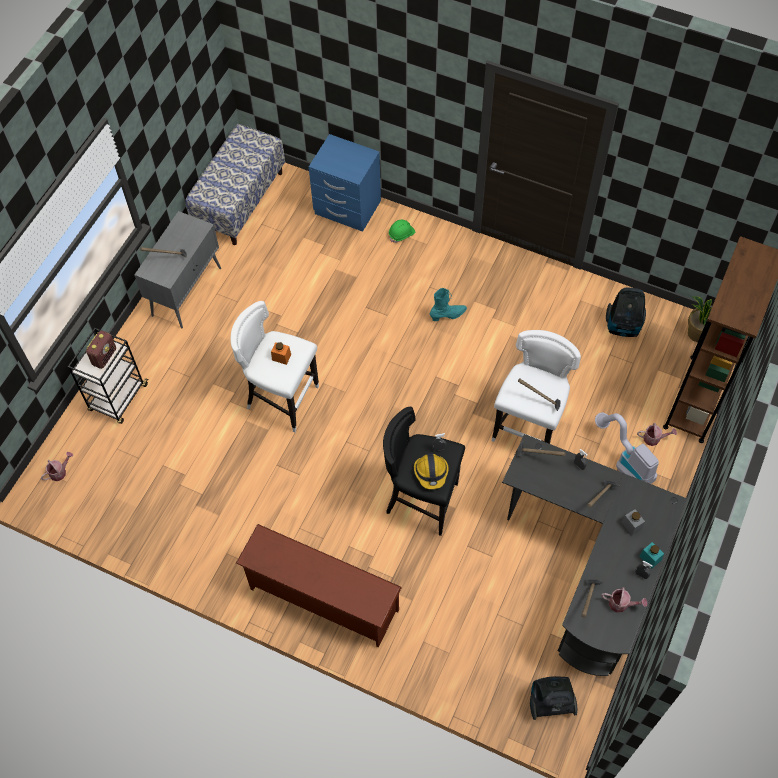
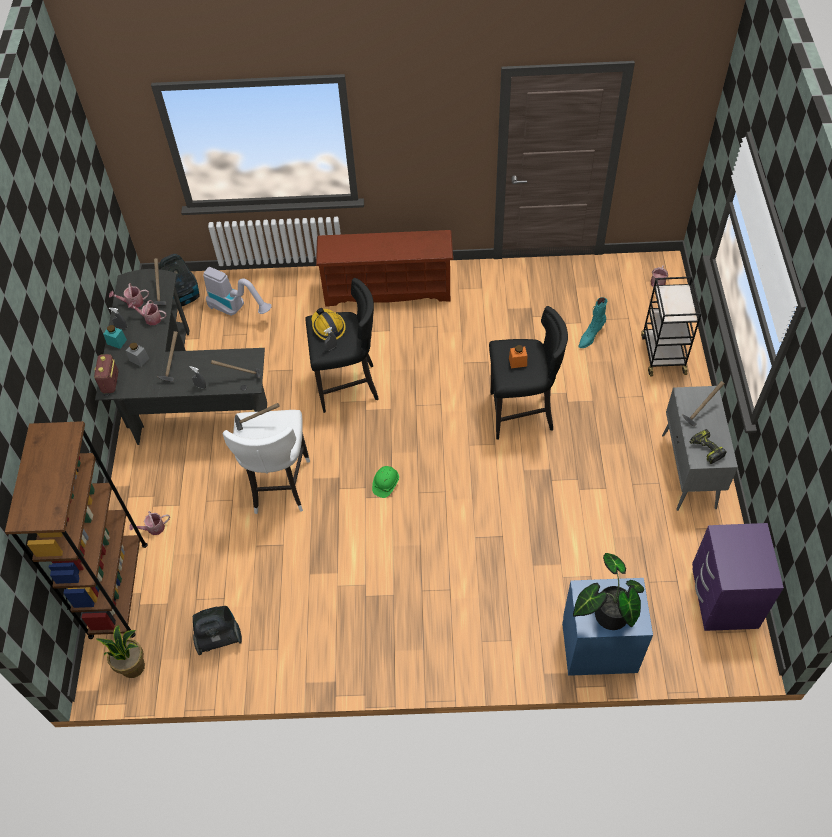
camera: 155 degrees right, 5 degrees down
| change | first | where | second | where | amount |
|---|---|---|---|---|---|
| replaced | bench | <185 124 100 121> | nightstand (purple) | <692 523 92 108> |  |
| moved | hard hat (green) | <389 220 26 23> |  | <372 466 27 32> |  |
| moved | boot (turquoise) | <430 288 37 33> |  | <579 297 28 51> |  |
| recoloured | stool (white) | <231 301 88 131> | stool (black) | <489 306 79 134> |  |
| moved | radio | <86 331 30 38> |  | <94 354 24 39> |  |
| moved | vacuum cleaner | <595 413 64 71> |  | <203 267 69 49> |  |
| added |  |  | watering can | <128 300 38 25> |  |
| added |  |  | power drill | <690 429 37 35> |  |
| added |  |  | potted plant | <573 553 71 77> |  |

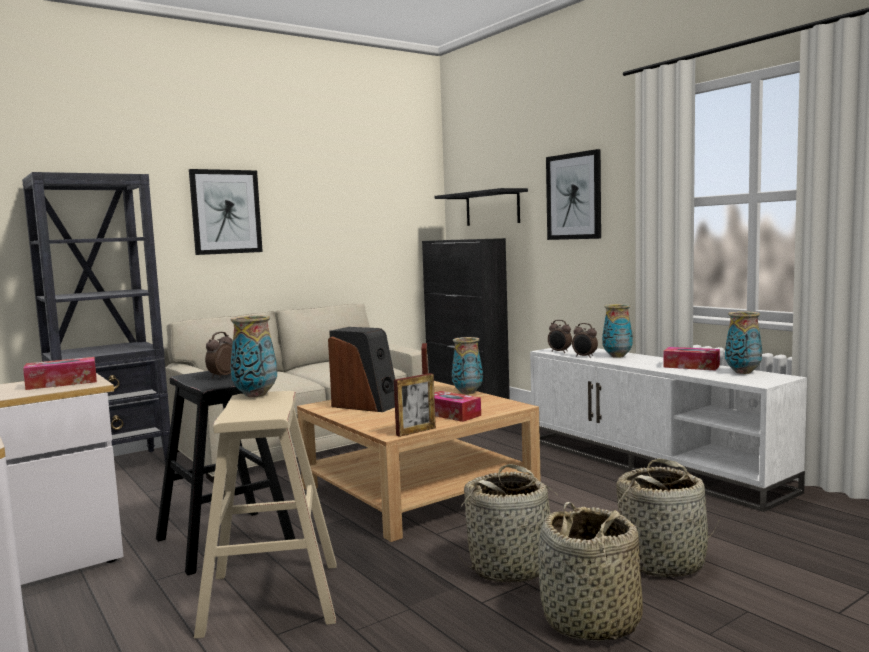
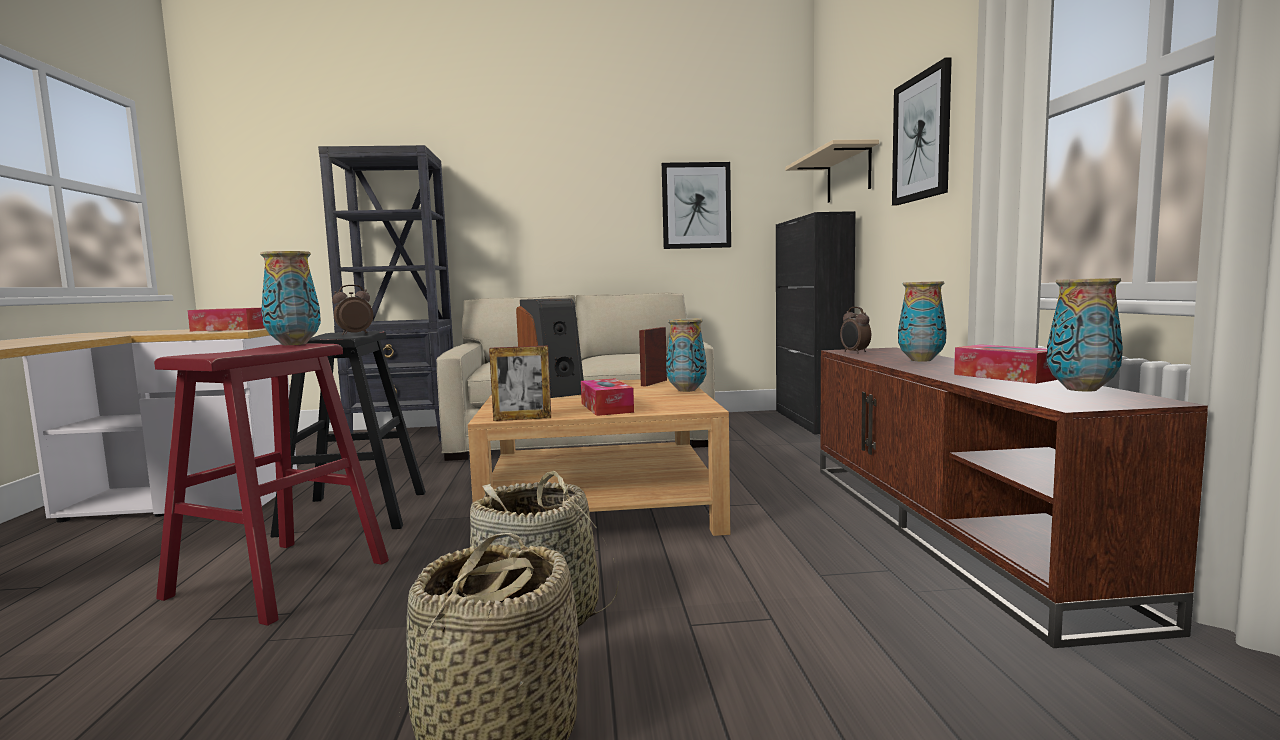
camera: 30 degrees right, 0 degrees up
| change | first | where | second | where | amount |
|---|---|---|---|---|---|
| moved | picture | <189 169 74 86> |  | <662 162 69 87> |  |
| recoloured | shelf (black) | <434 188 94 38> | shelf (beige) | <785 139 94 64> |  |
| removed | alarm clock | <572 323 26 35> |  |  |  |
| recoloured | tv stand (white) | <530 345 277 167> | tv stand (brown) | <820 347 388 301> |  |
| recoloured | stool (beige) | <194 391 143 248> | stool (red) | <154 344 235 282> |  |
| removed | basket | <616 459 103 118> |  |  |  |

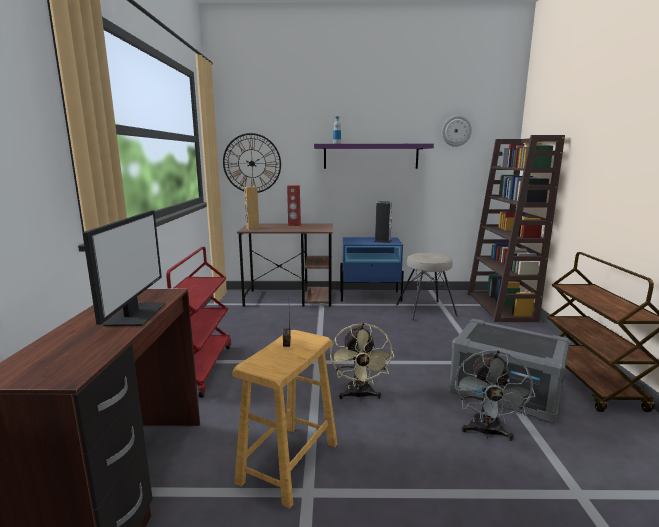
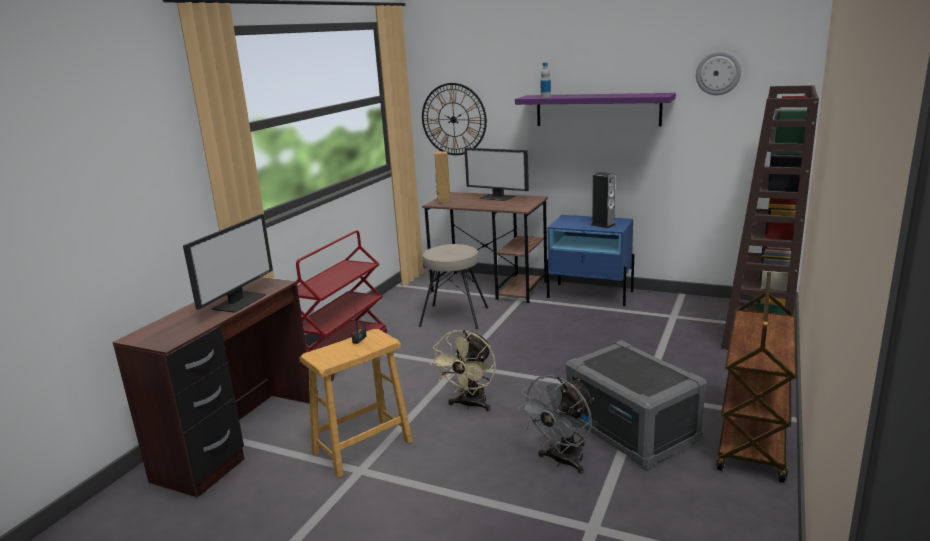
camera: 25 degrees right, 5 degrees up
| change | first | where | second | where | amount |
|---|---|---|---|---|---|
| replaced | speaker (red) | <287 185 14 41> | monitor | <464 148 65 53> |  |
| moved | stool (beige) | <396 253 62 67> |  | <419 244 69 85> |  |

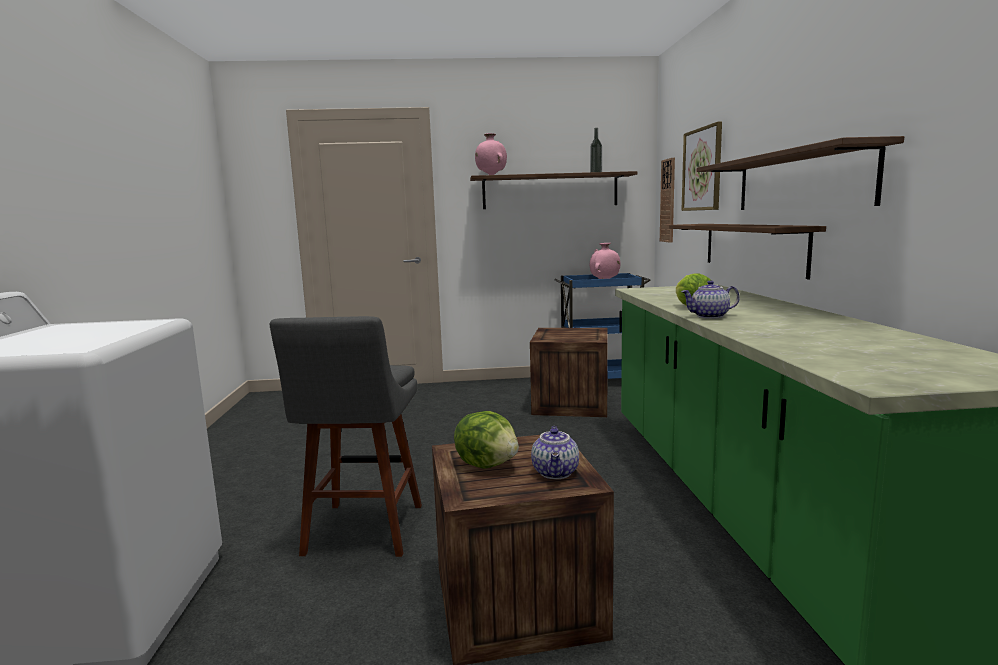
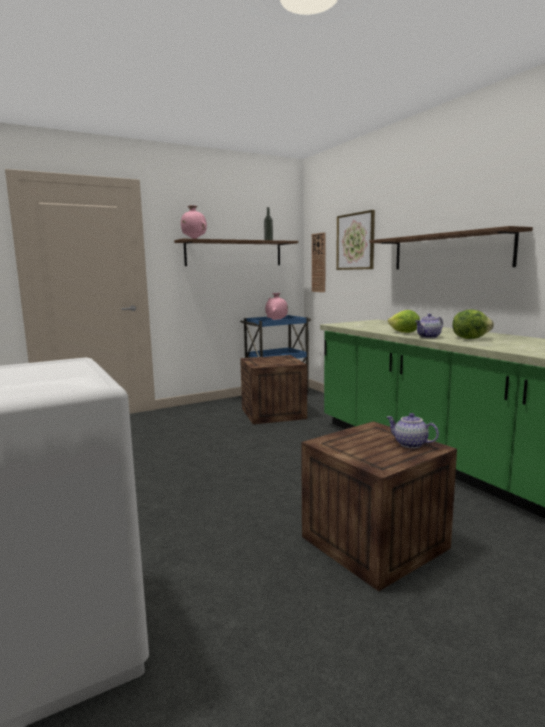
camera: 25 degrees left, 0 degrees up
| change | first | where | second | where | amount |
|---|---|---|---|---|---|
| removed | shelf | <669 224 157 55> |  |  |  |
| removed | stool (grey) | <270 316 152 241> |  |  |  |
| moved | lettuce | <454 411 65 57> |  | <453 309 41 30> |  |
| turned | teapot | <531 426 48 53> |  | <387 413 52 35> | 150 degrees clockwise |

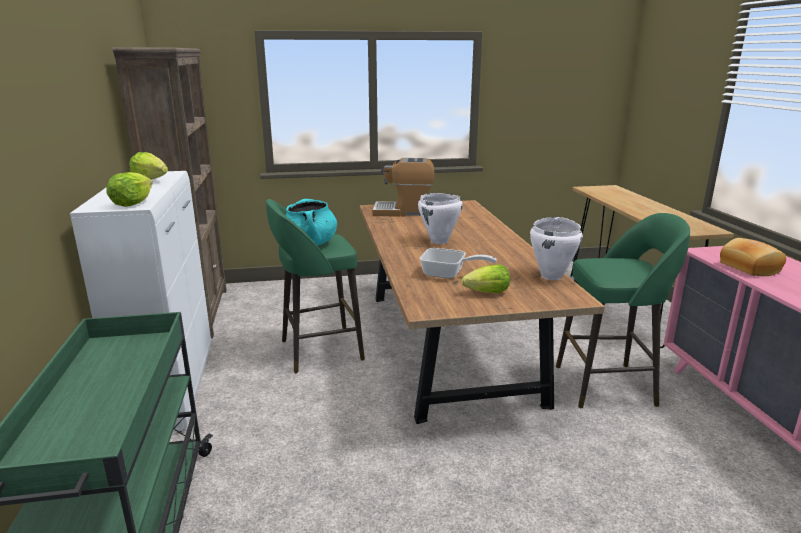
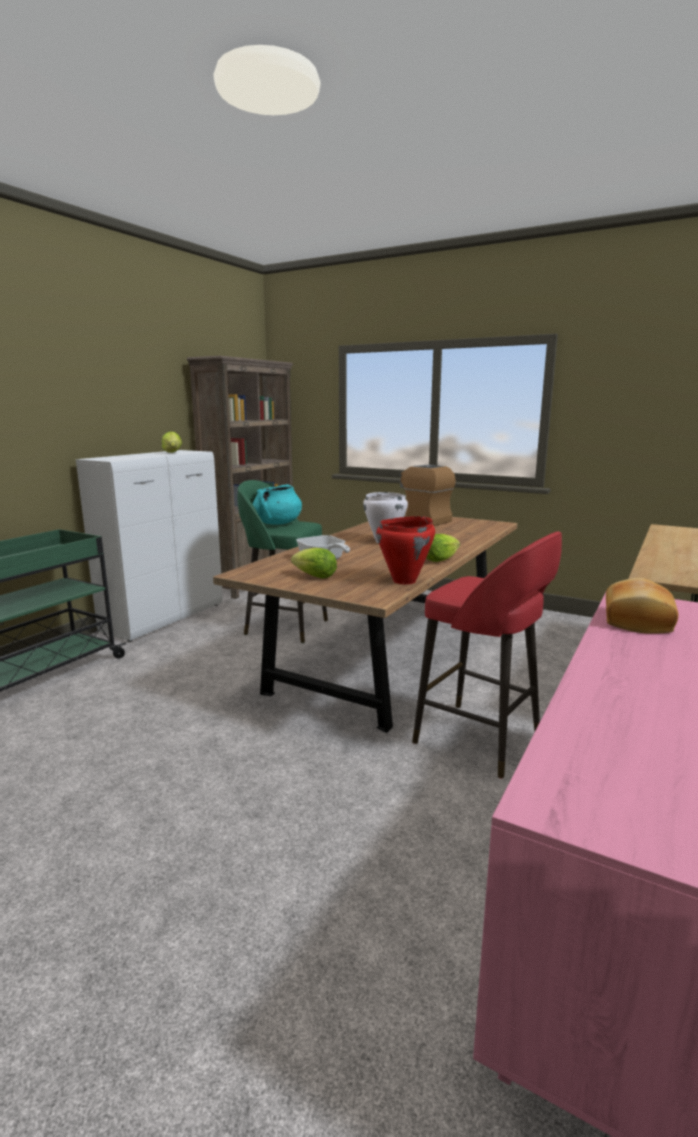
camera: 40 degrees right, 5 degrees down
| change | first | where | second | where | amount |
|---|---|---|---|---|---|
| moved | lettuce | <106 172 47 35> |  | <426 534 34 28> |  |
| recoloured | stool (green) | <556 213 134 195> | stool (red) | <412 531 150 248> |  |
| recoloured | cooking pot (white) | <530 217 53 63> | cooking pot (red) | <376 516 59 68> |  |

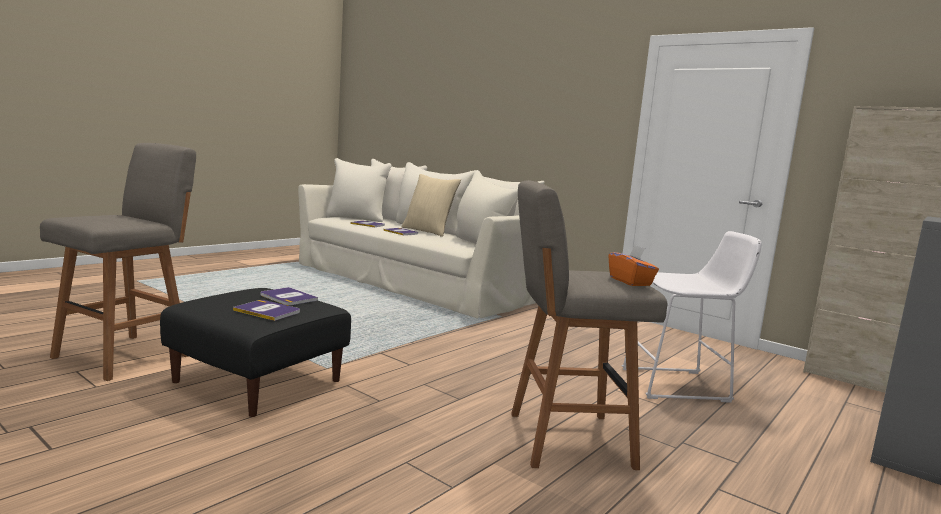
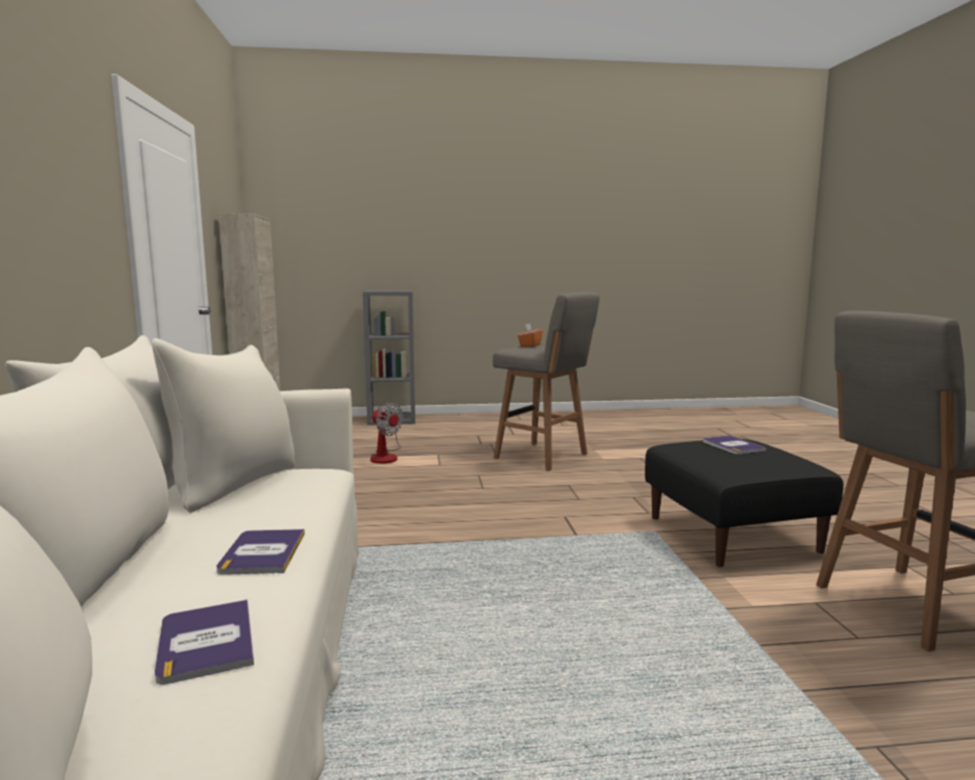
camera: 135 degrees left, 0 degrees up
| change | first | where | second | where | amount |
|---|---|---|---|---|---|
| removed | pillow (beige) | <402 174 59 63> |  |  |  |
| replaced | stool (white) | <622 231 140 172> | fan | <370 403 33 61> |  |
| removed | book | <261 287 57 19> |  |  |  |

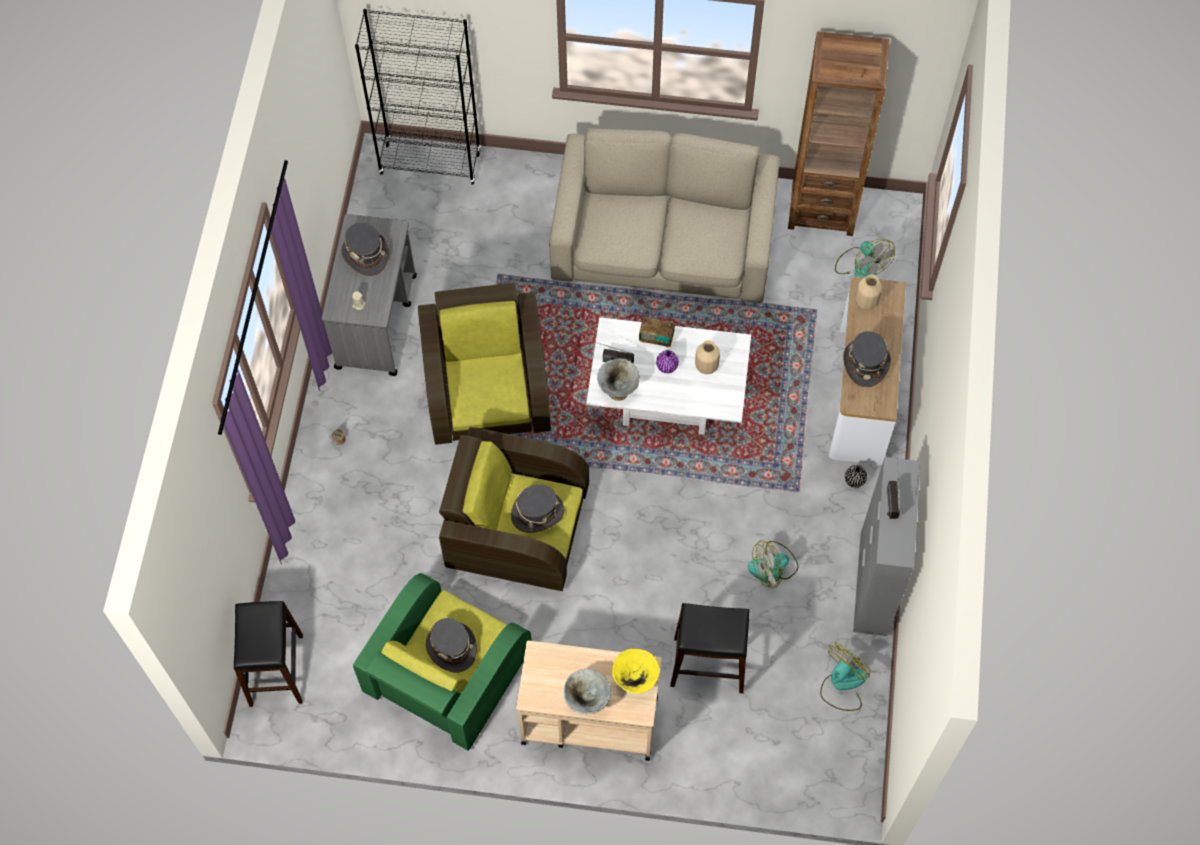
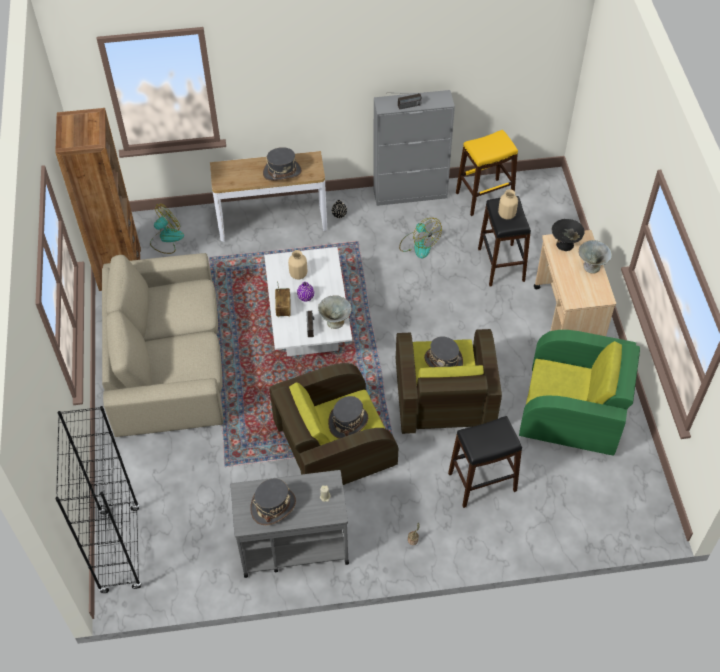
camera: 105 degrees left, 10 degrees down
| change | first | where | second | where | amount |
|---|---|---|---|---|---|
| moved | vase (beige) | <855 274 27 36> |  | <498 189 20 31> |  |
| moved | stool (black) | <234 601 69 106> |  | <448 416 74 92> |  |
| moved | hat (grey) | <426 617 51 55> |  | <328 396 40 43> |  |
| replaced | fan | <820 643 51 68> | stool (yellow) | <456 130 62 86> |  |
| recoloured | bowl (yellow) | <612 649 47 45> | bowl (black) | <551 219 34 32> |  |

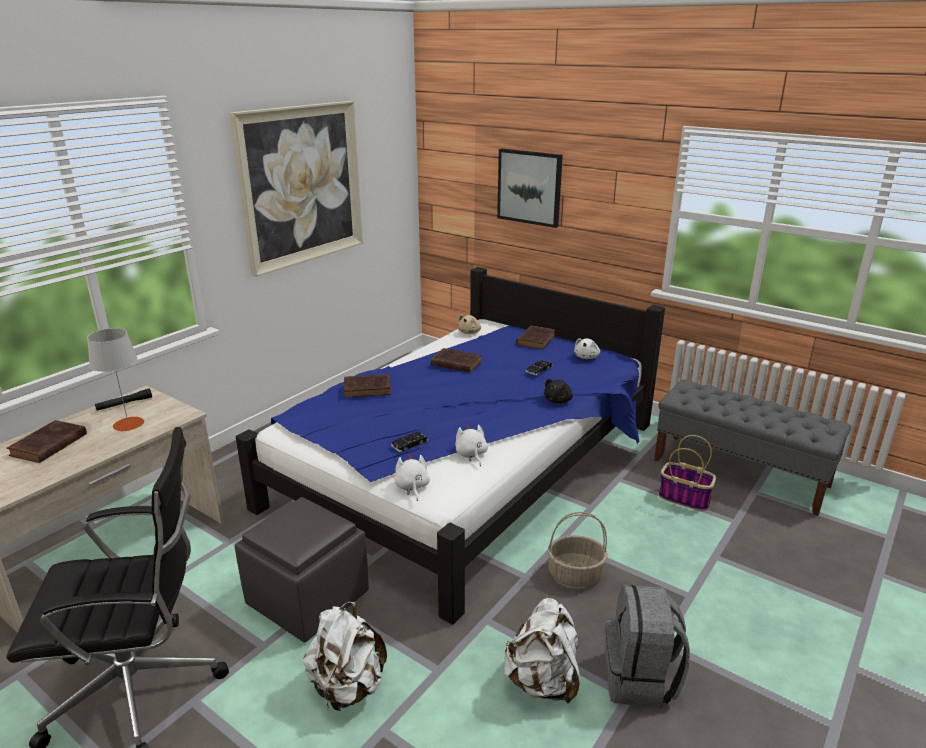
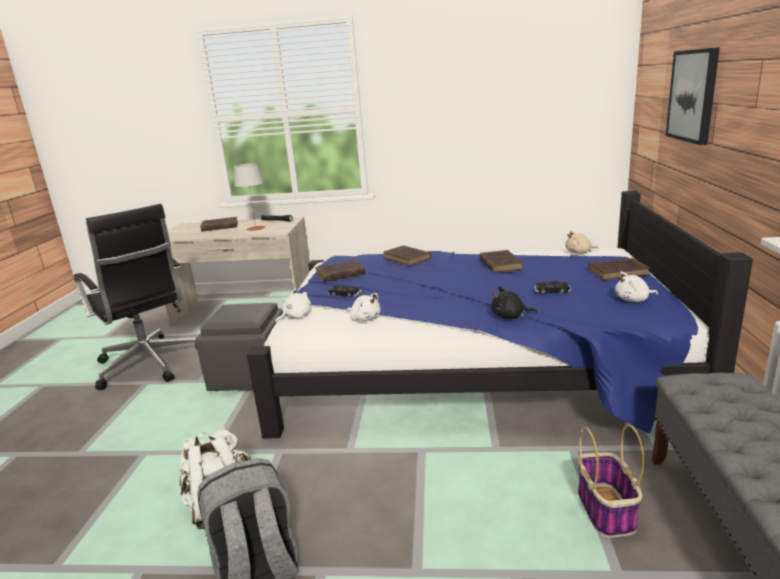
camera: 60 degrees right, 5 degrees down
| change | first | where | second | where | amount |
|---|---|---|---|---|---|
| removed | picture | <229 101 134 176> |  |  |  |
| turned | plush toy (white) | <455 424 33 42> |  | <346 293 35 28> | 90 degrees clockwise |
| removed | basket | <547 512 61 75> |  |  |  |
| removed | backpack (white) | <303 602 84 109> |  |  |  |
| added |  |  | book (brown) | <315 260 50 22> |  |

